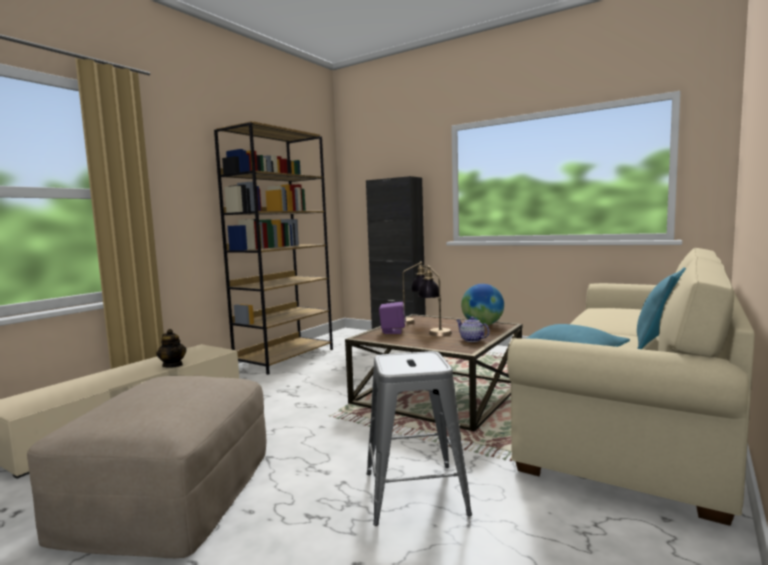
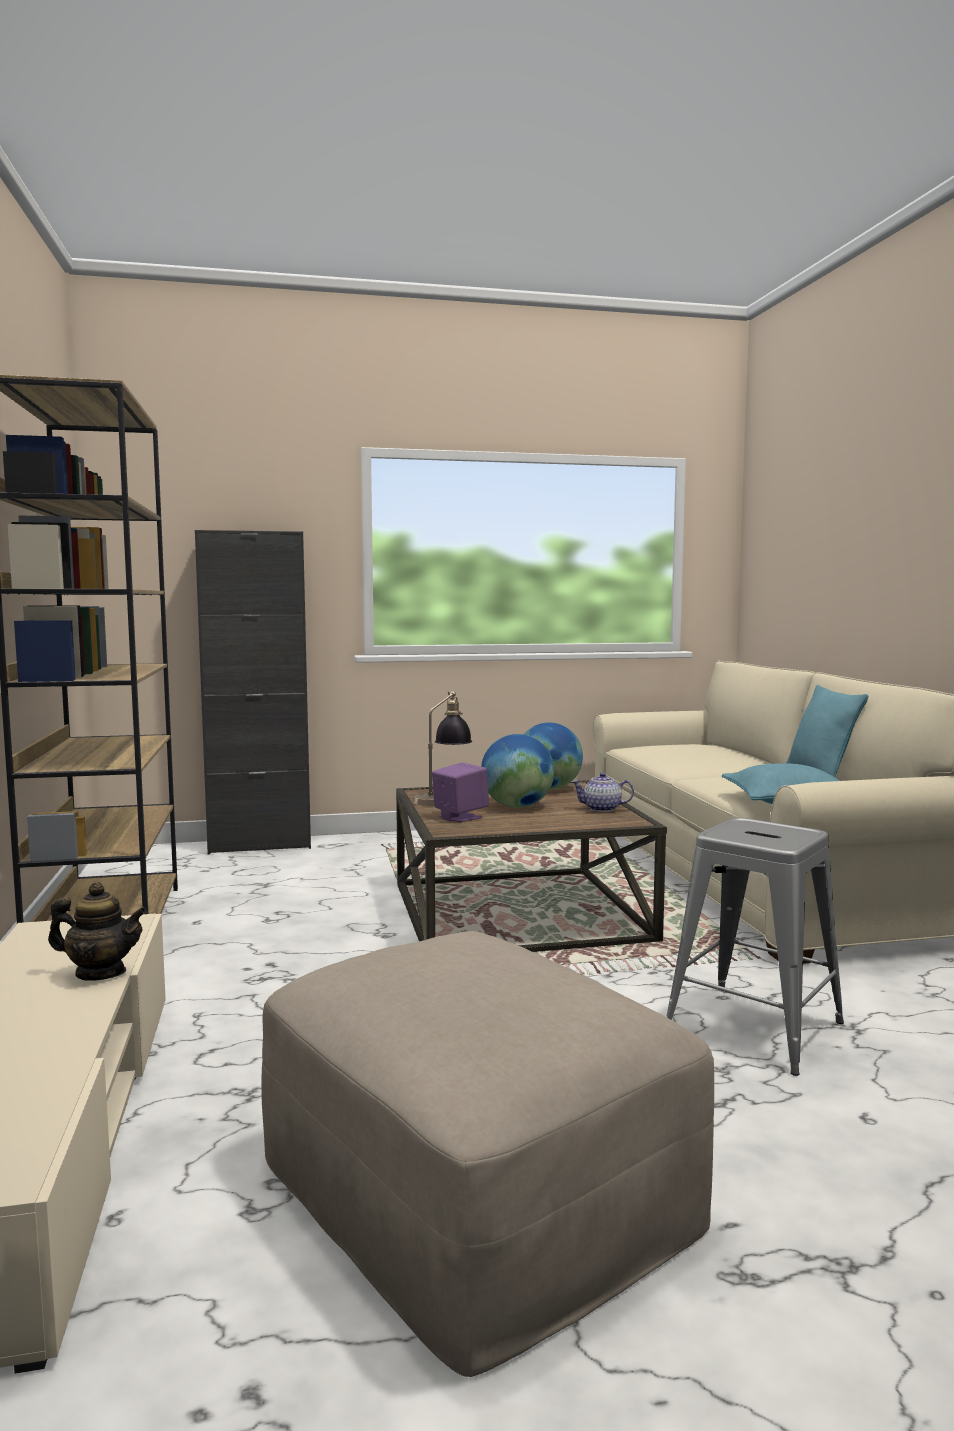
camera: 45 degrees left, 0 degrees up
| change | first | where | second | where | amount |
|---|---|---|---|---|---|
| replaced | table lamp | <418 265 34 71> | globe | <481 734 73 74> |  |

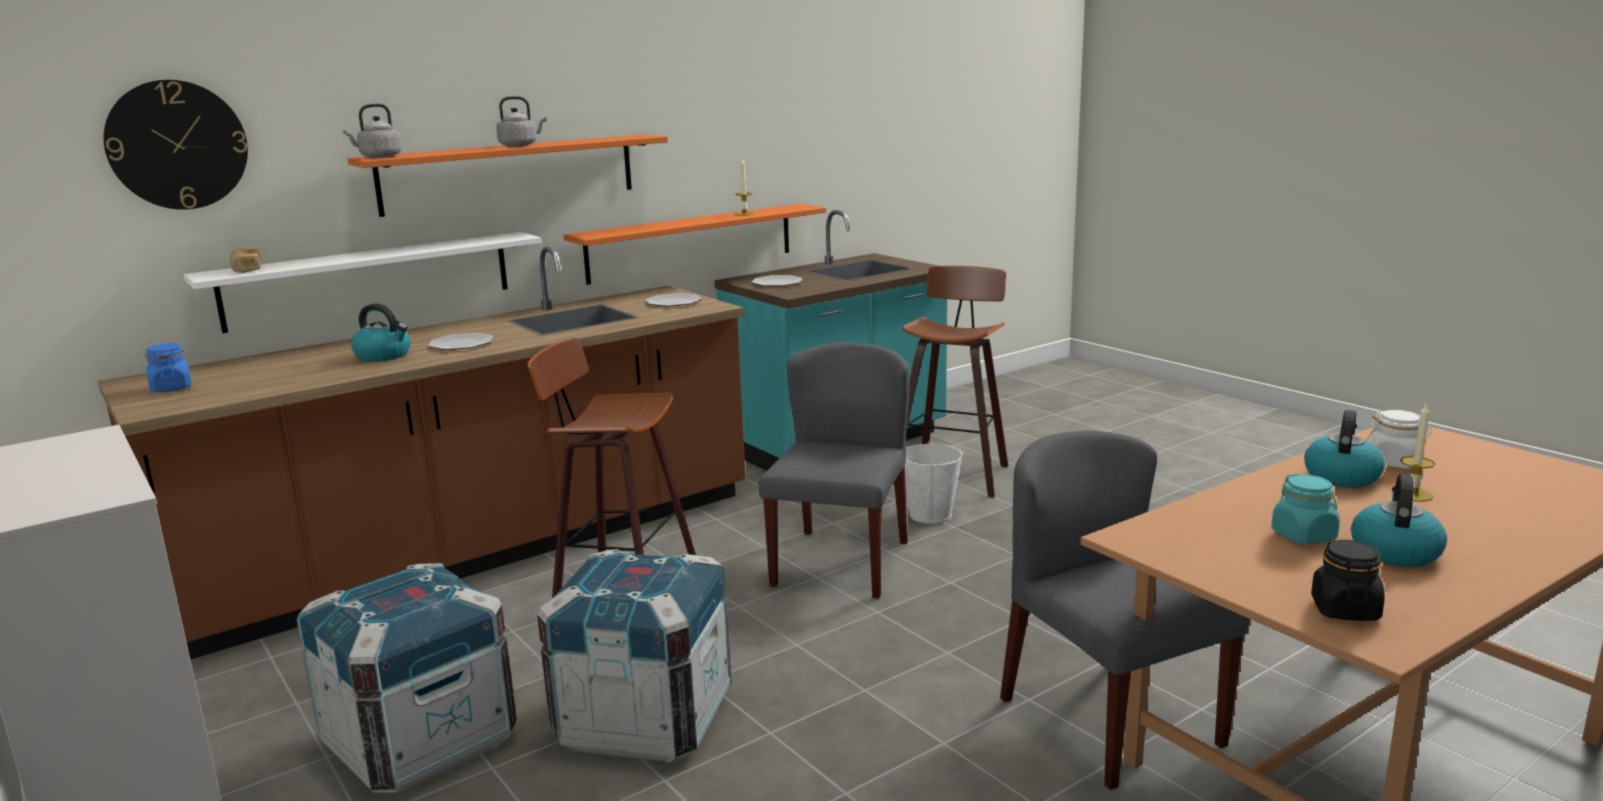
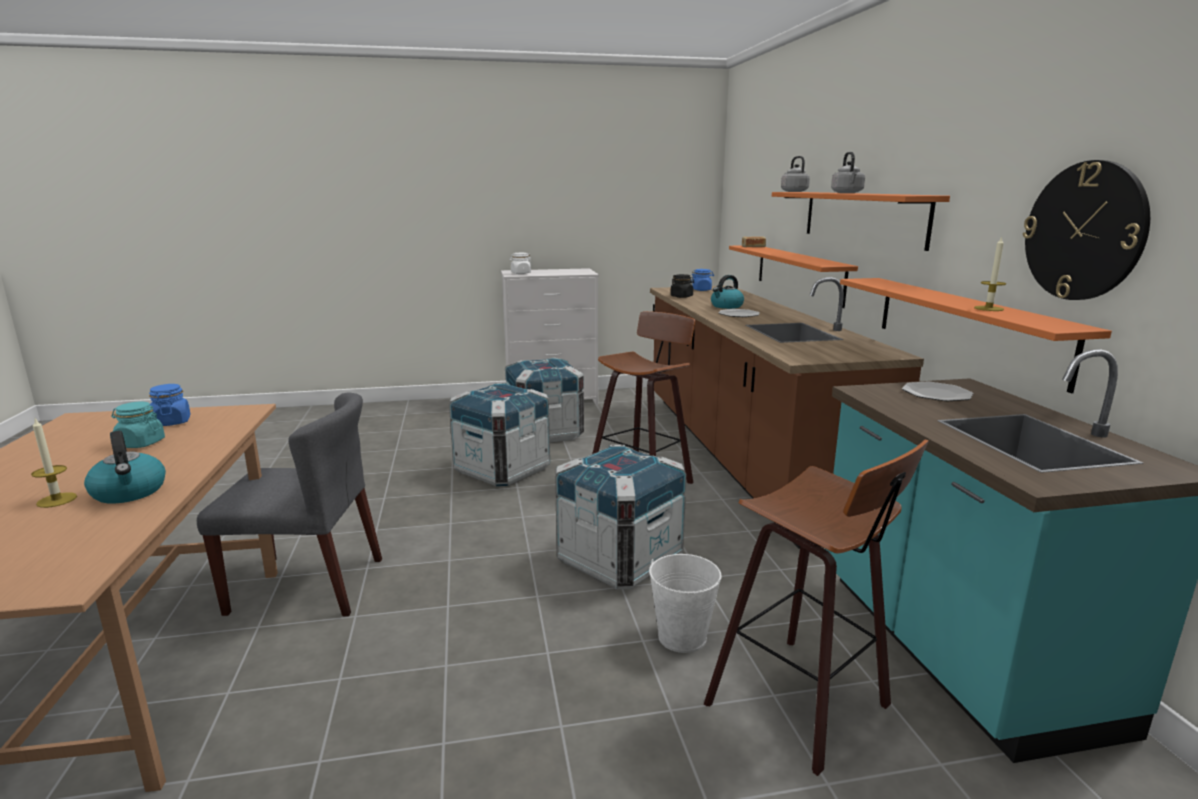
camera: 115 degrees right, 0 degrees up
| change | first | where | second | where | amount |
|---|---|---|---|---|---|
| moved | wall clock | <103 80 145 130> |  | <1023 160 127 140> |  |
| recoloured | shelf (white) | <184 232 357 101> | shelf (orange) | <729 245 129 63> |  |
| removed | plate | <645 293 56 13> |  |  |  |
| replaced | chair (grey) | <759 342 150 257> | crate | <555 445 131 145> |  |
| moved | jar (white) | <1366 410 66 59> |  | <509 253 23 21> |  |
| removed | kettle | <1351 474 96 93> |  |  |  |
| moved | jar (black) | <1311 540 74 81> |  | <671 274 23 24> |  |
| added |  |  | jar (blue) | <149 384 41 42> |  |

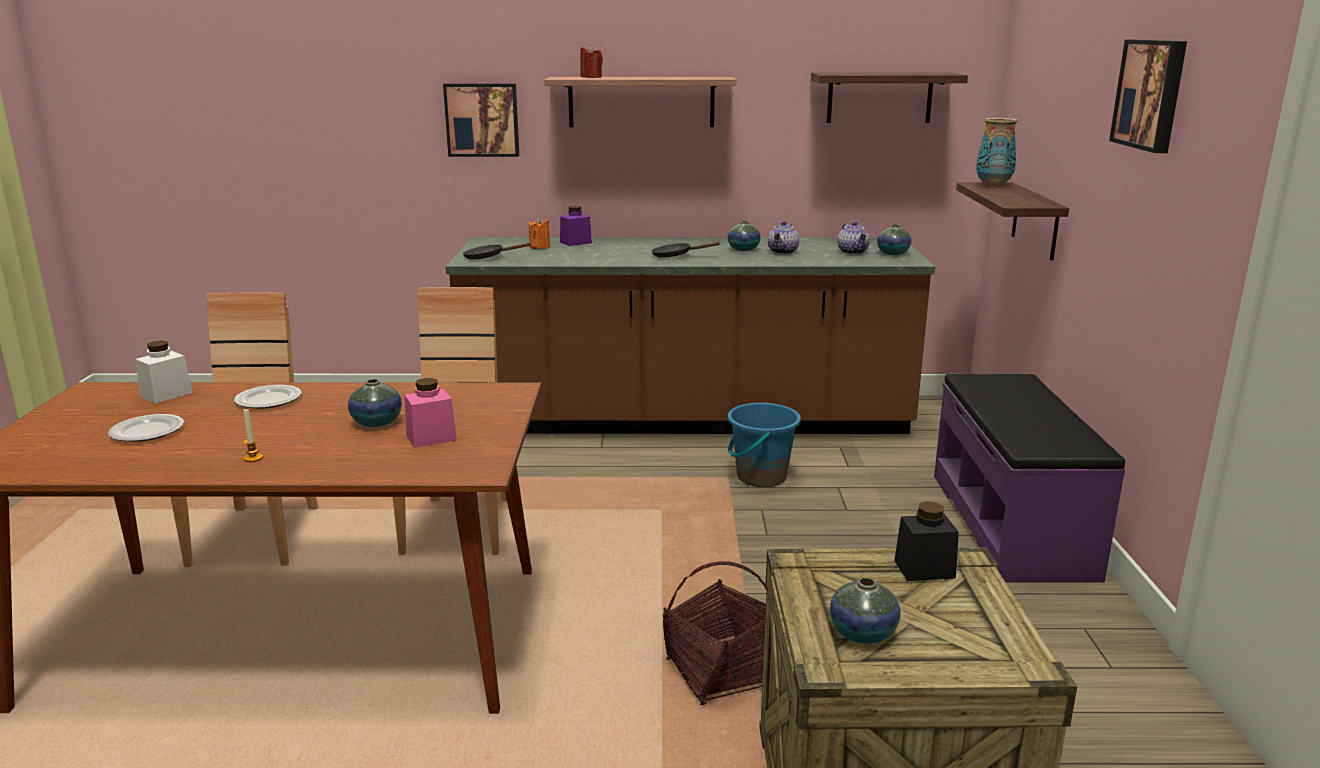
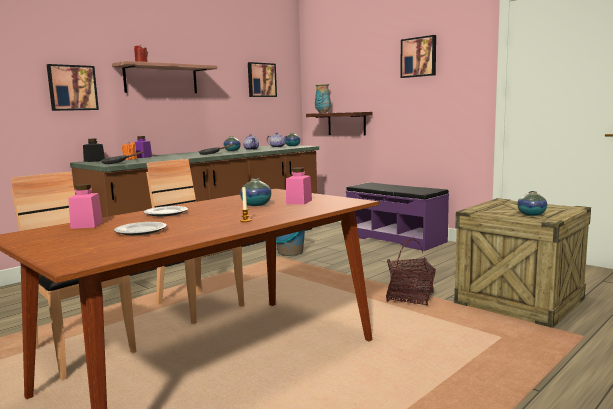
camera: 45 degrees left, 10 degrees down
| change | first | where | second | where | amount |
|---|---|---|---|---|---|
| replaced | shelf | <811 72 157 51> | picture | <248 62 29 35> |  |
| recoloured | jar (white) | <135 341 58 63> | jar (pink) | <68 184 35 45> |  |
| moved | jar (black) | <894 501 65 80> |  | <83 139 22 23> |  |

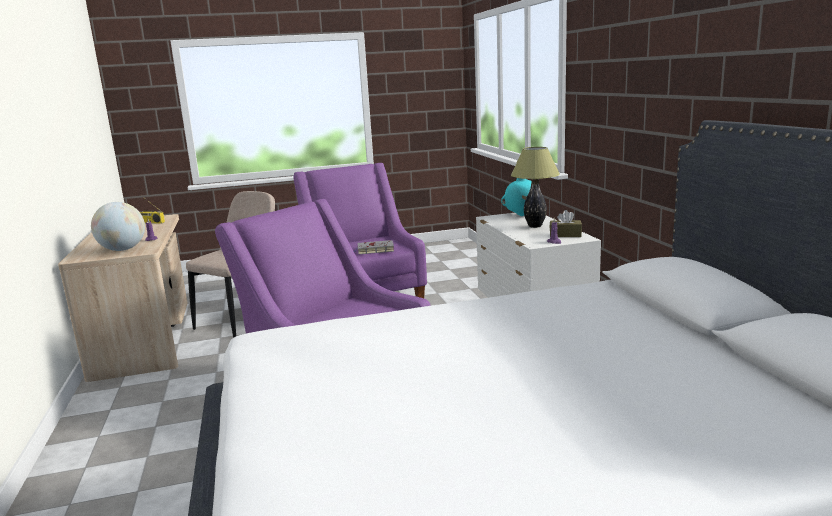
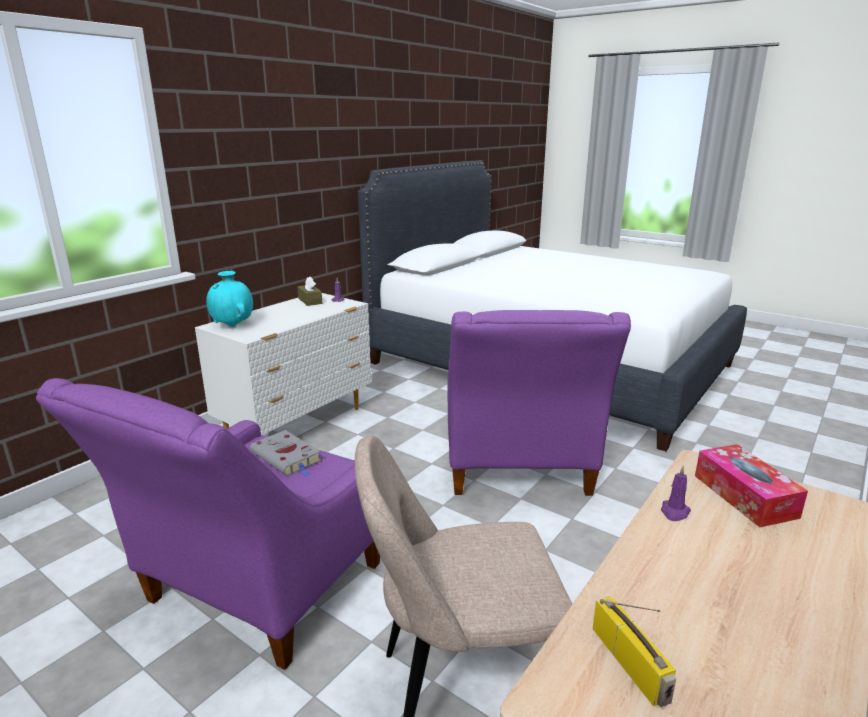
camera: 130 degrees left, 5 degrees up
| change | first | where | second | where | amount |
|---|---|---|---|---|---|
| removed | table lamp | <511 147 49 81> |  |  |  |
| replaced | globe | <91 202 54 49> | tissue box | <695 444 113 83> |  |

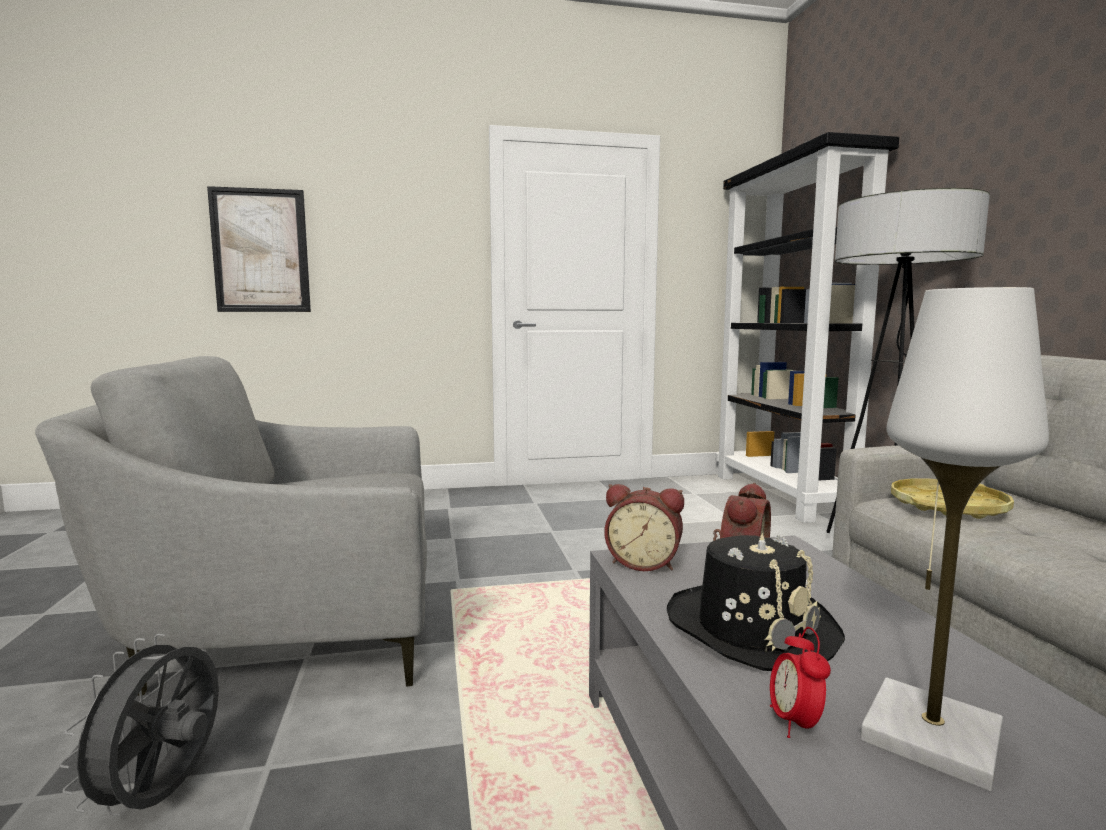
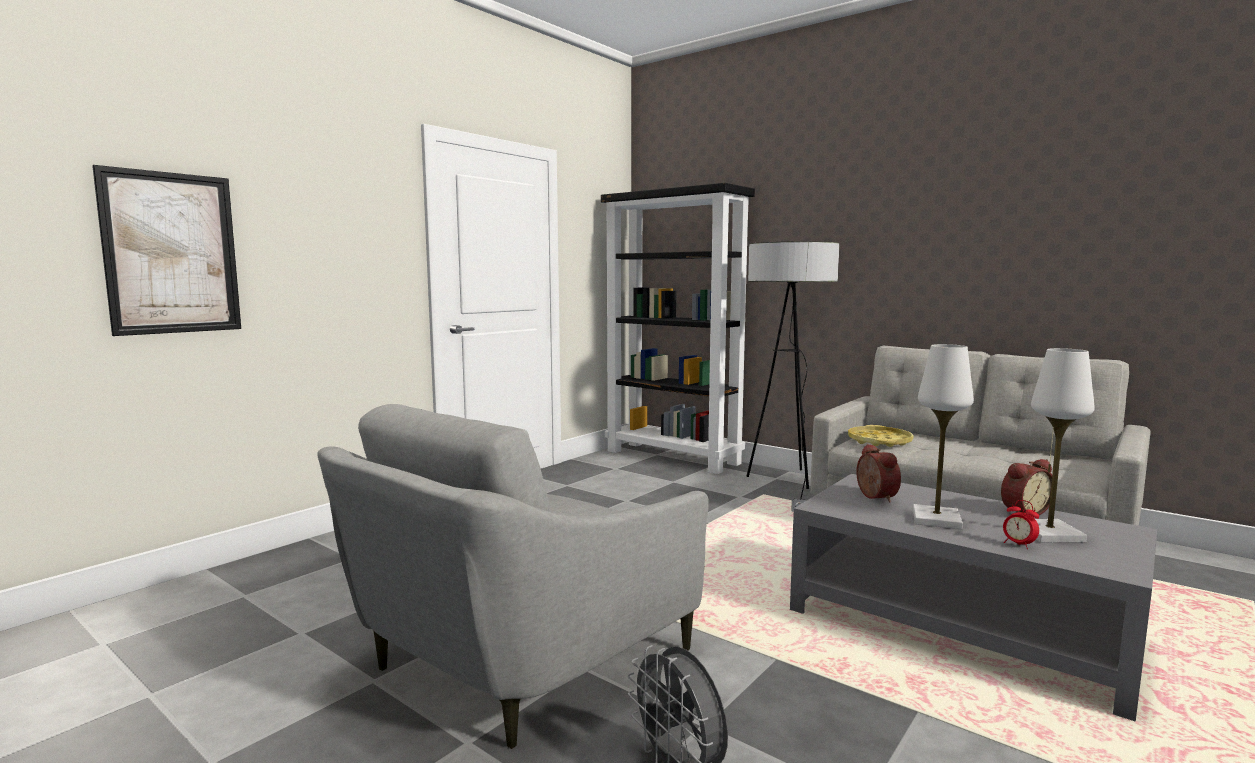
camera: 40 degrees left, 0 degrees up
| change | first | where | second | where | amount |
|---|---|---|---|---|---|
| moved | alarm clock | <604 484 80 87> |  | <1001 459 51 56> |  |
| replaced | hat (black) | <667 533 178 138> | table lamp (white) | <913 344 61 185> |  |

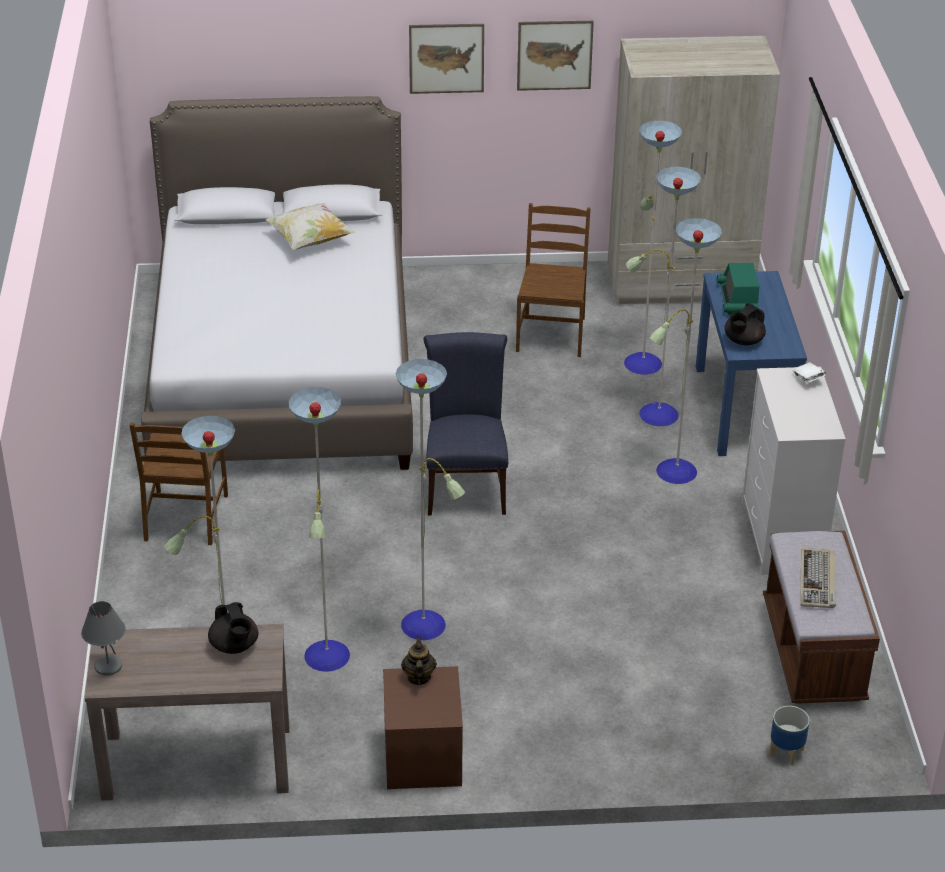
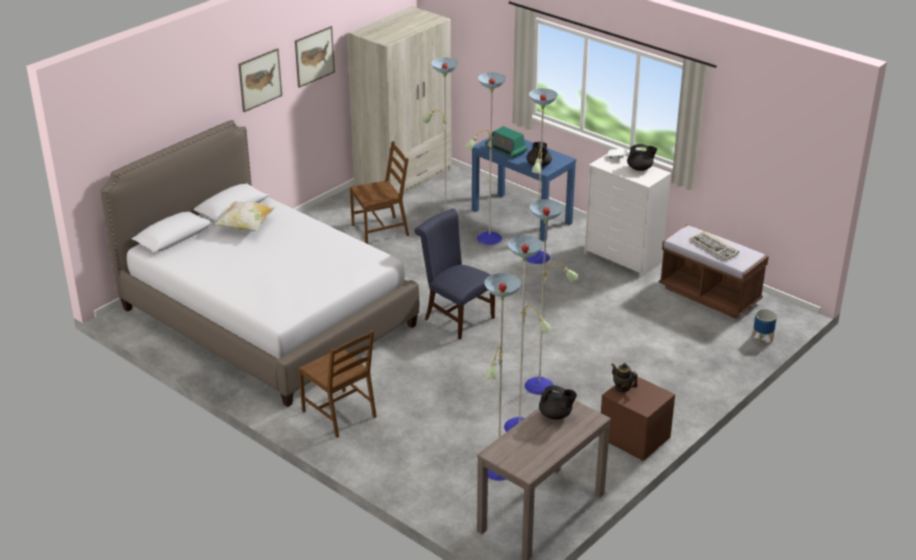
camera: 45 degrees left, 5 degrees down
| change | first | where | second | where | amount |
|---|---|---|---|---|---|
| turned | chair (brown) | <516 203 74 154> |  | <350 141 59 103> | 105 degrees clockwise |
| removed | table lamp (grey) | <81 601 45 74> |  |  |  |
| added |  |  | teapot (black) | <627 144 30 27> |  |

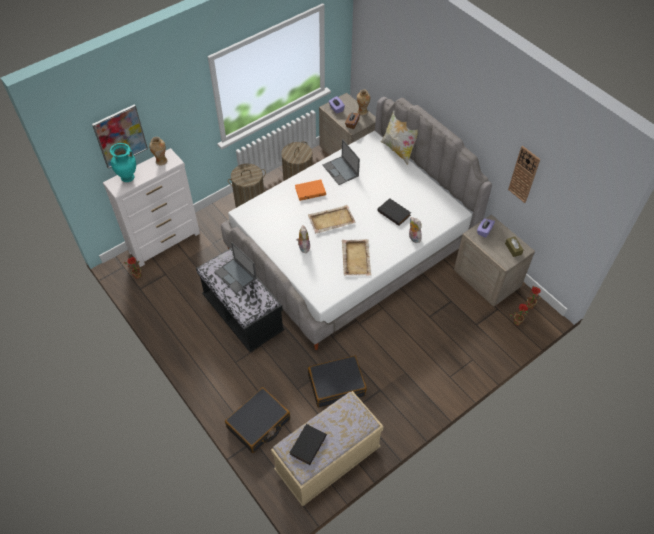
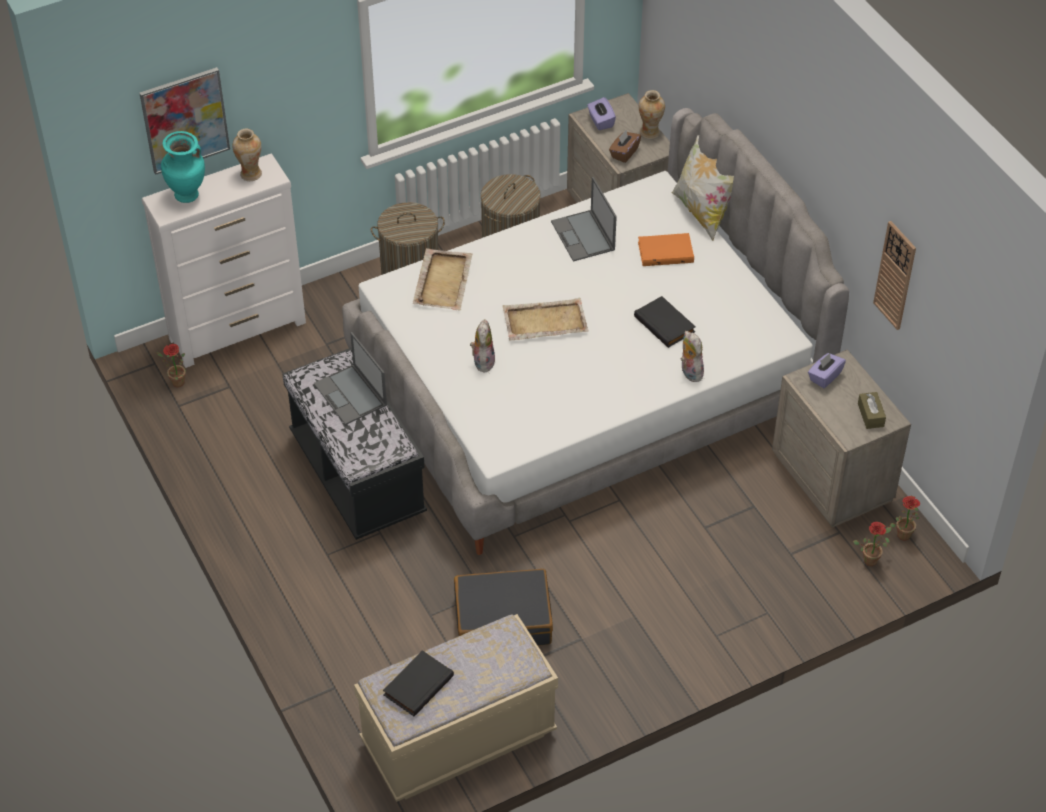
camera: 10 degrees right, 5 degrees down
| change | first | where | second | where | amount |
|---|---|---|---|---|---|
| moved | book (orange) | <295 180 31 21> |  | <638 233 56 33> |  |
| moved | tray (beige) | <342 239 29 37> |  | <413 248 60 63> |  |
| removed | suitcase (black) | <225 387 65 66> |  |  |  |

